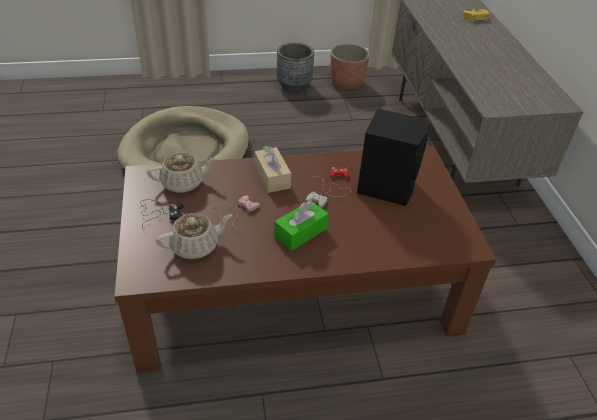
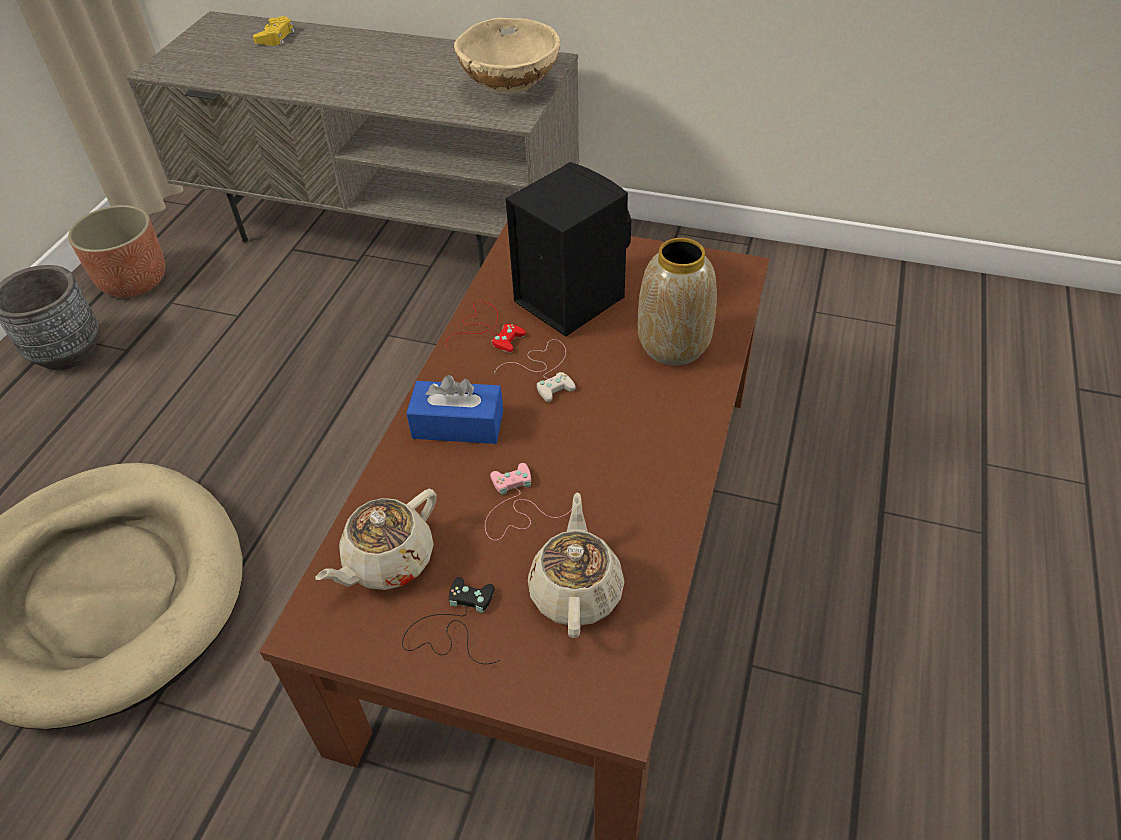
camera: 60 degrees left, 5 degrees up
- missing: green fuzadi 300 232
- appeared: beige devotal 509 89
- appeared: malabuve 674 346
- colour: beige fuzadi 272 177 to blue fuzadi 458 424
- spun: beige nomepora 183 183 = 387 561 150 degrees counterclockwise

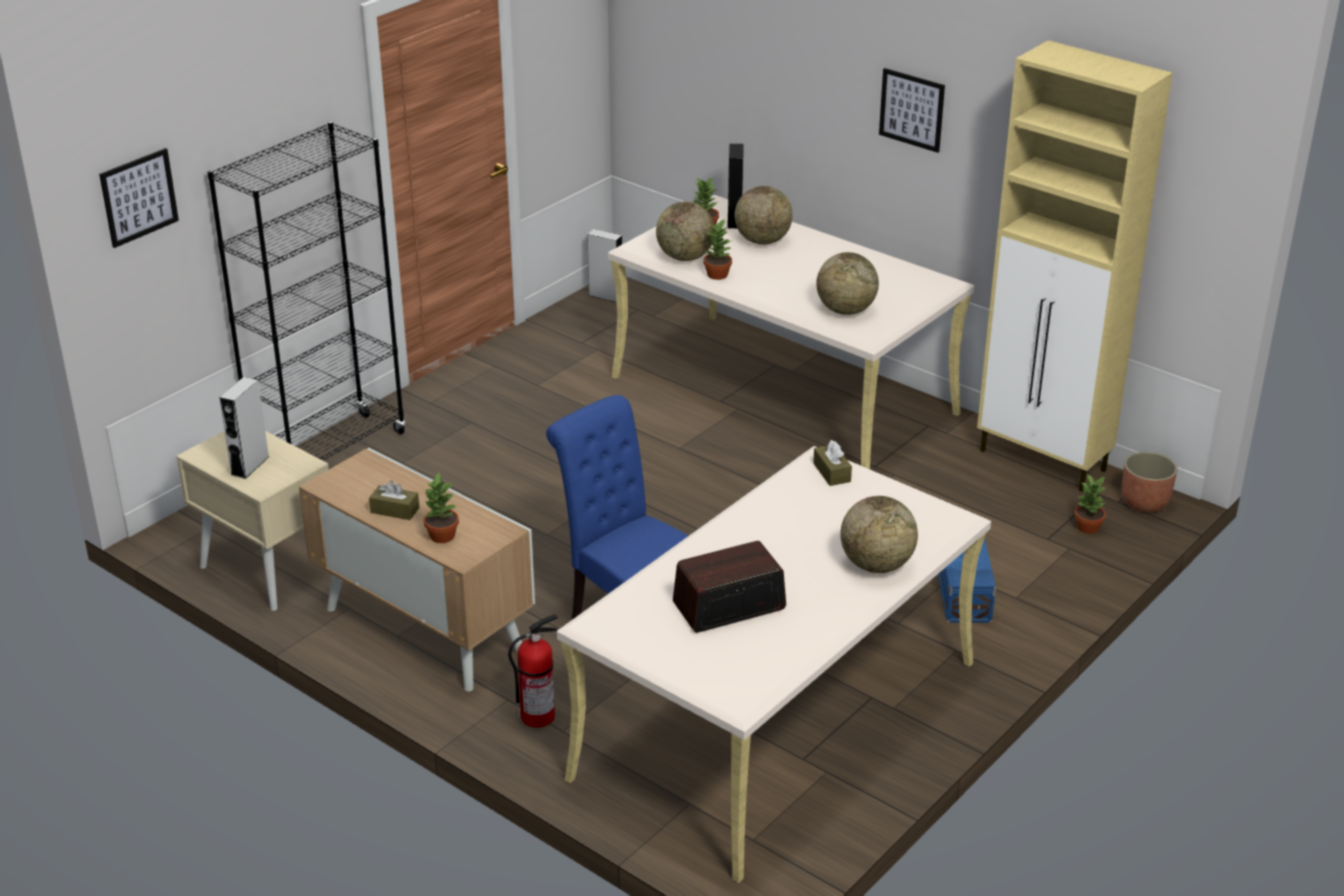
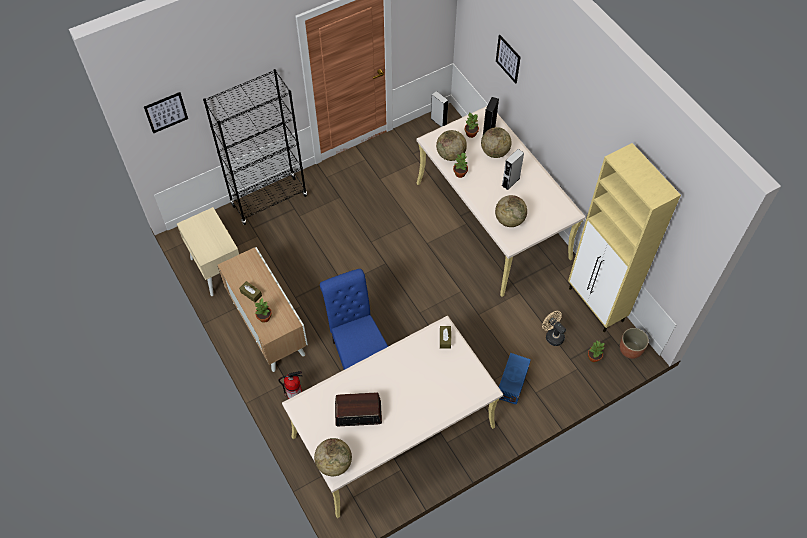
camera: 20 degrees right, 25 degrees up
- appeared: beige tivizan 552 335
- relocated: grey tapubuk 250 465 to 510 182
- relocated: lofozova 876 565 to 334 463
- relocated: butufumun 912 109 to 508 58

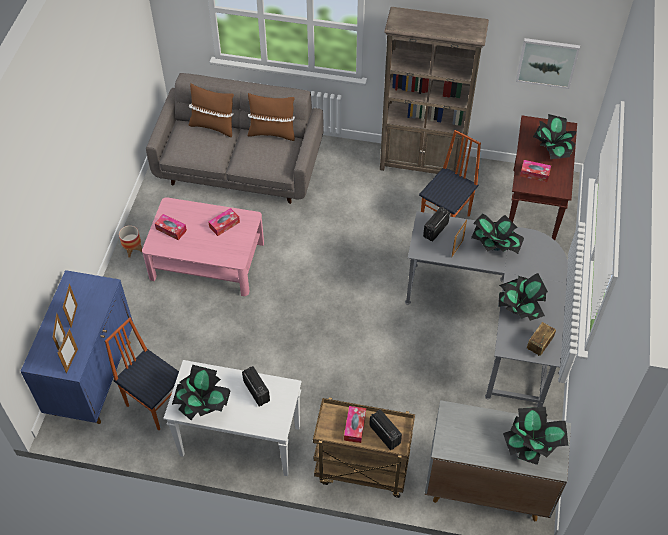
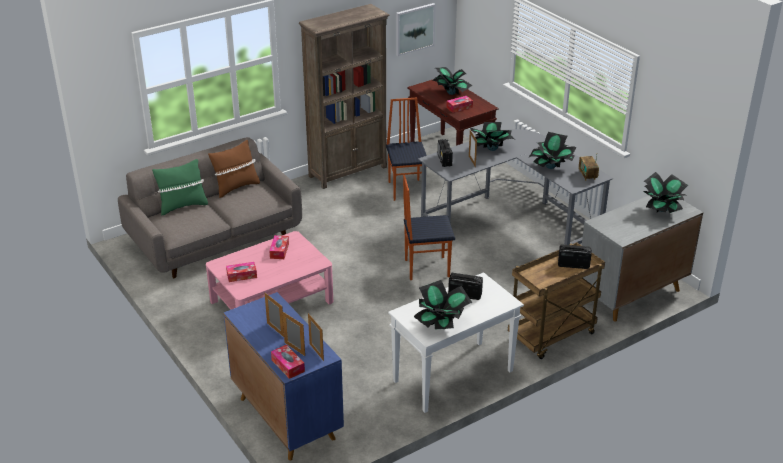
camera: 45 degrees left, 20 degrees down
- missing: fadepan 133 249
- relocated: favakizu 156 403 to 426 268
- relocated: fuzadi 355 426 to 288 366
- colour: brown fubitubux 213 126 to green fubitubux 182 206

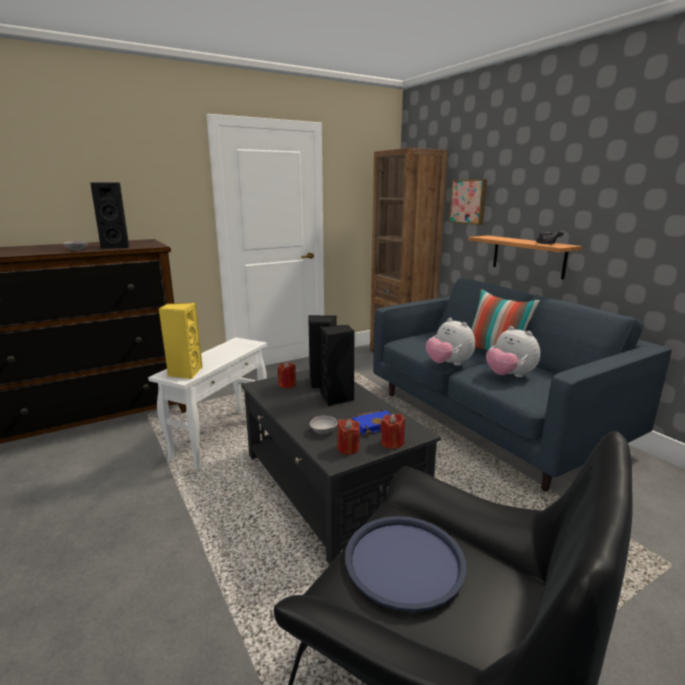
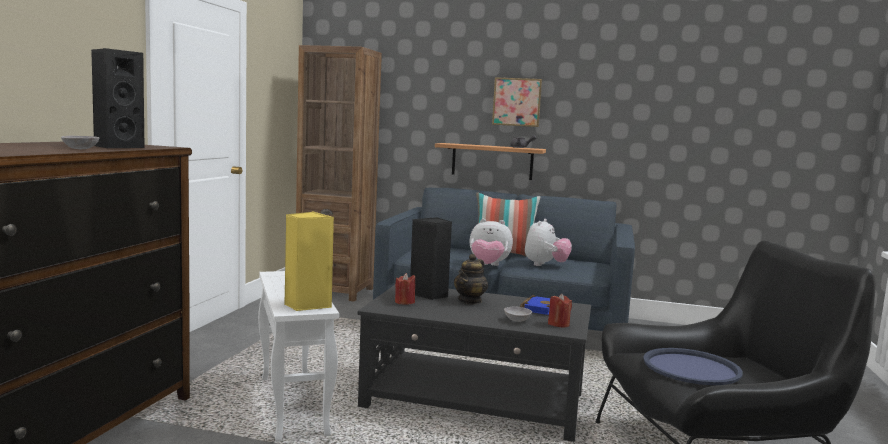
camera: 45 degrees left, 10 degrees down
- missing: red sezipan 392 443
- relocated: butufumun 469 201 to 517 102
- exchanged: black tapubuk 337 398 to nomepora 470 301
- spun: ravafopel 509 376 = 545 265 75 degrees counterclockwise

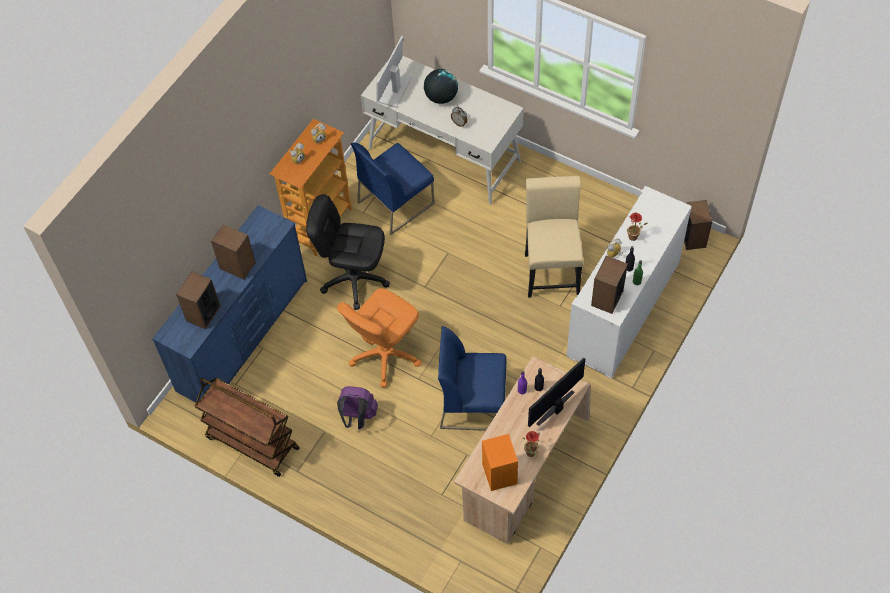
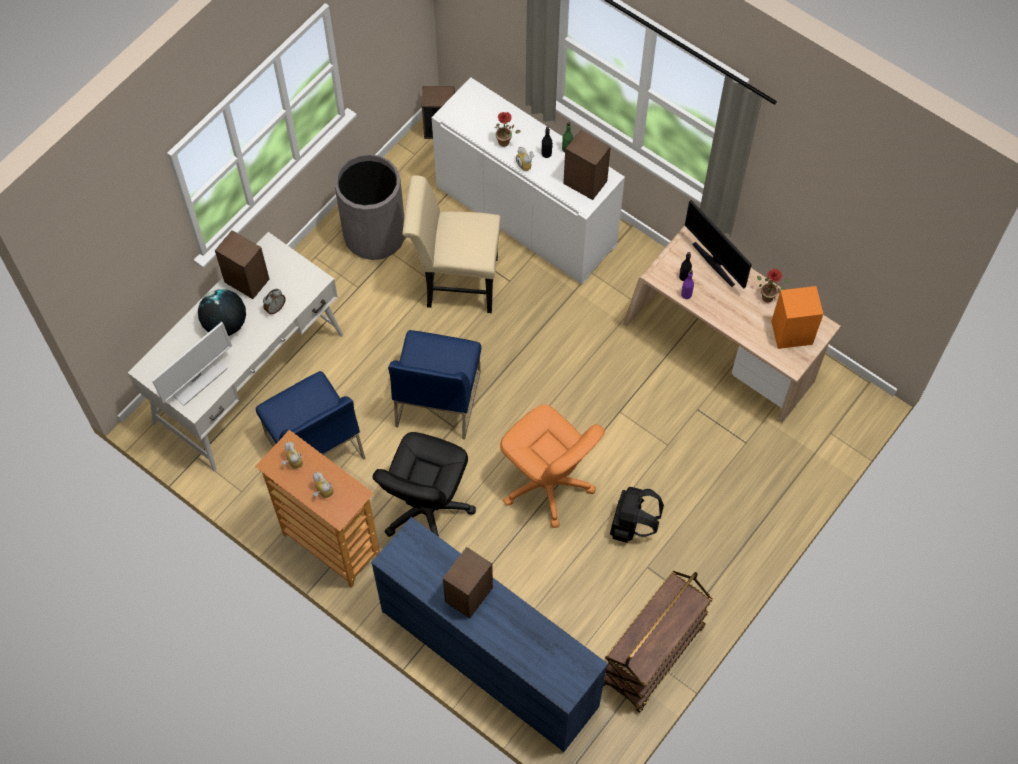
camera: 85 degrees left, 5 degrees up
- appeared: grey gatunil 375 235
- relocated: tapubuk 203 313 to 246 281
- relocated: blue favakizu 473 403 to 437 398
- colour: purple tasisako 357 417 to black tasisako 631 525
- spun: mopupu 395 89 = 196 379 75 degrees counterclockwise

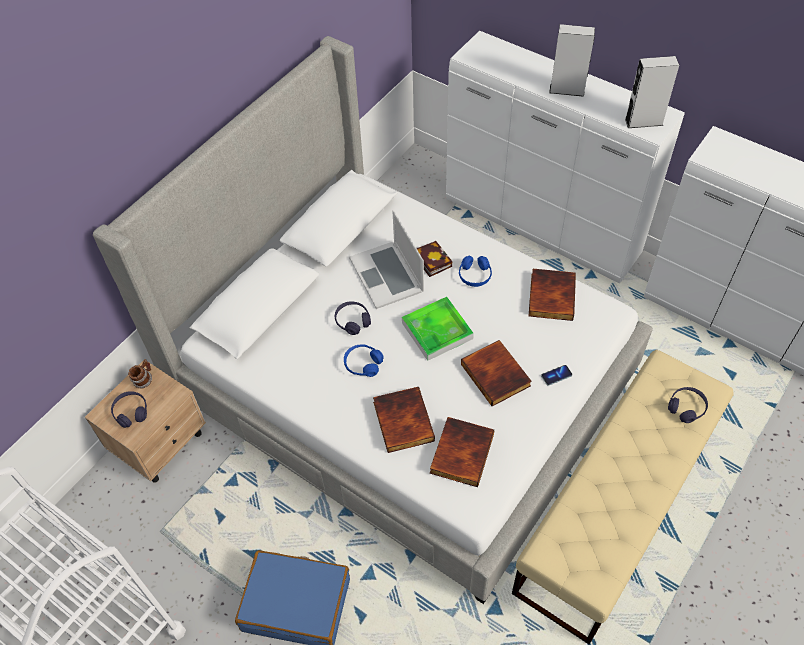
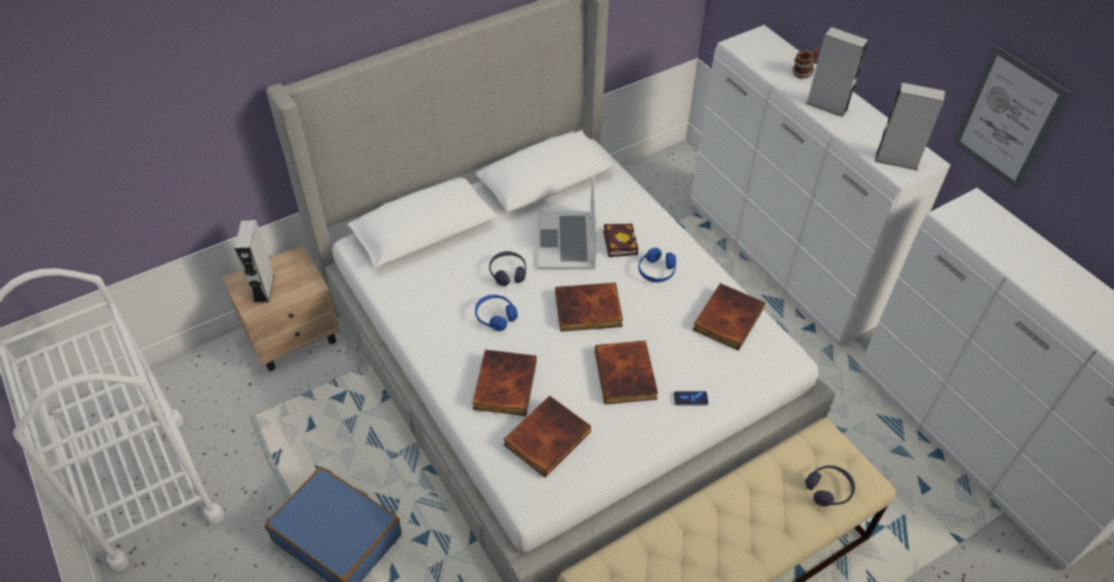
camera: 20 degrees right, 5 degrees down
- appeared: butufumun 1008 118
- relocated: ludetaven 144 380 to 803 73
- exchanged: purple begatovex 131 412 to grey tapubuk 264 288
- exchanged: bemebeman 437 331 to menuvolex 587 311

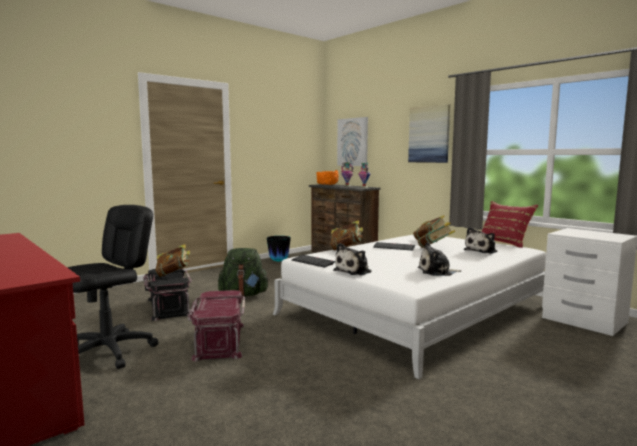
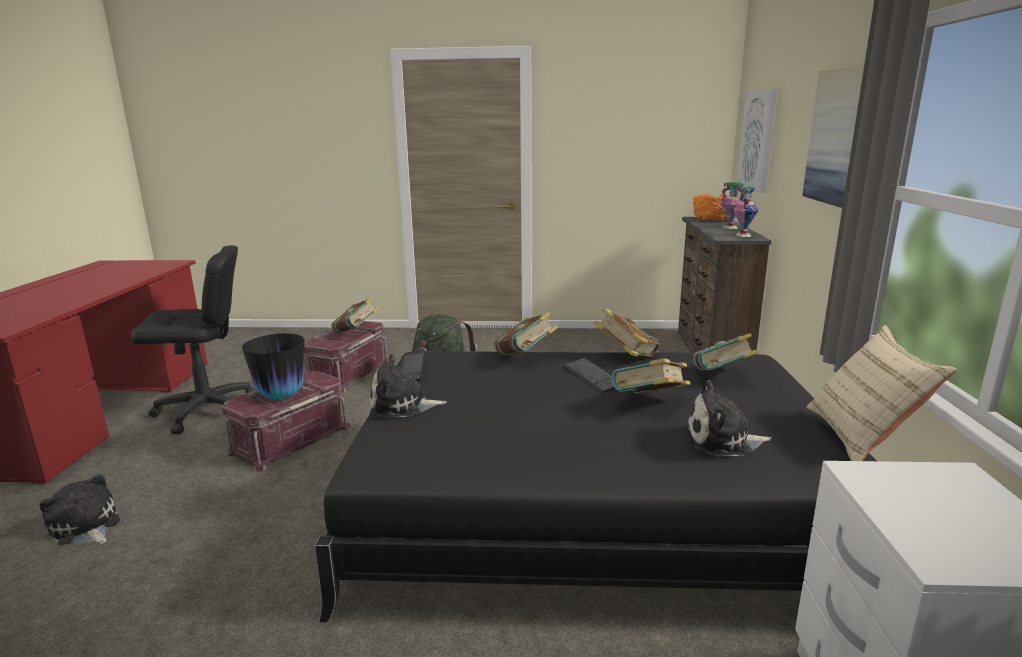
camera: 45 degrees right, 10 degrees up
- appeared: menuvolex 626 356
- relocated: malabuve 279 261 to 281 396
- relocated: ravafopel 437 272 to 85 527
- colour: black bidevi 168 307 to red bidevi 347 372
- colour: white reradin 416 309 to black reradin 591 503
- colour: red fubitubux 504 242 to beige fubitubux 862 437

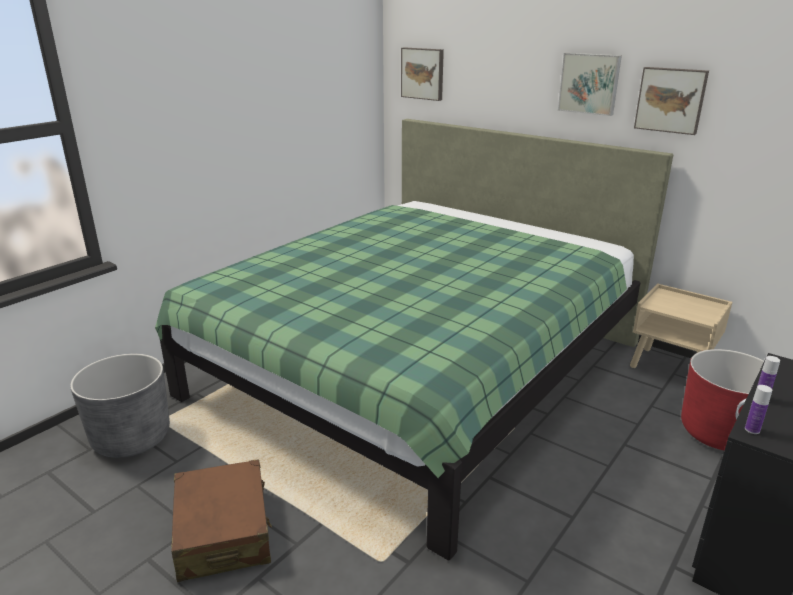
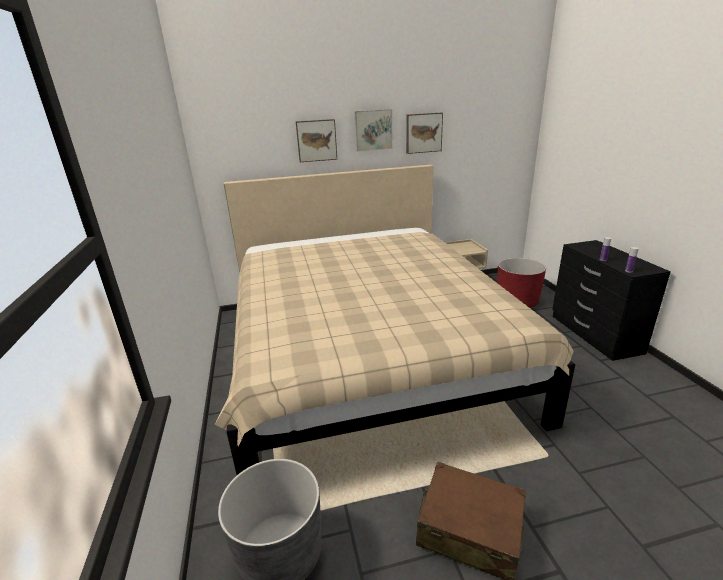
camera: 50 degrees left, 0 degrees up
- relocated: butufumun 423 73 to 316 140
- colour: green reradin 417 368 to beige reradin 366 355

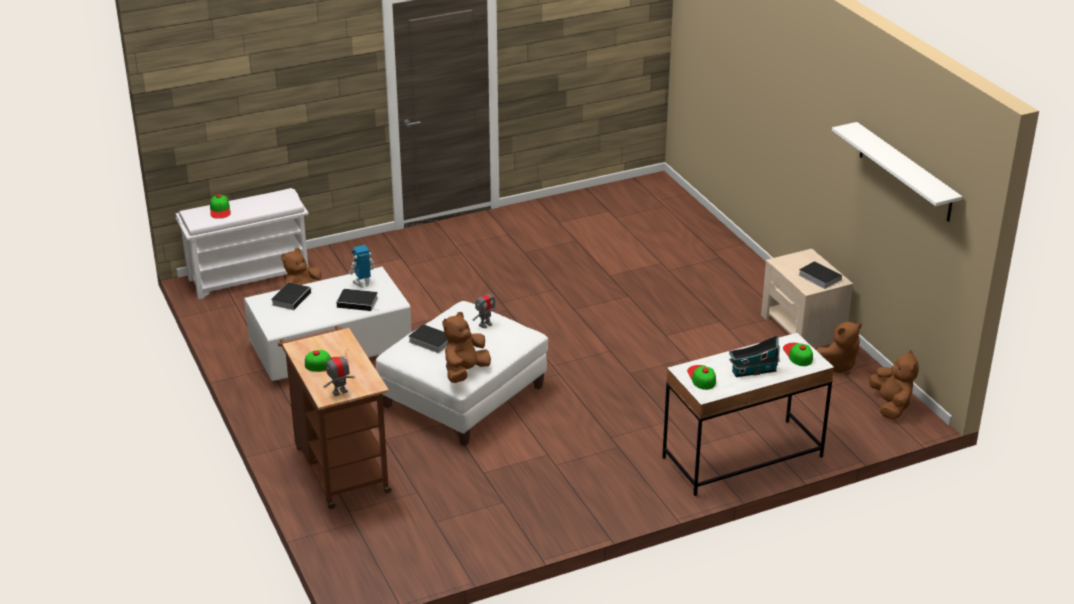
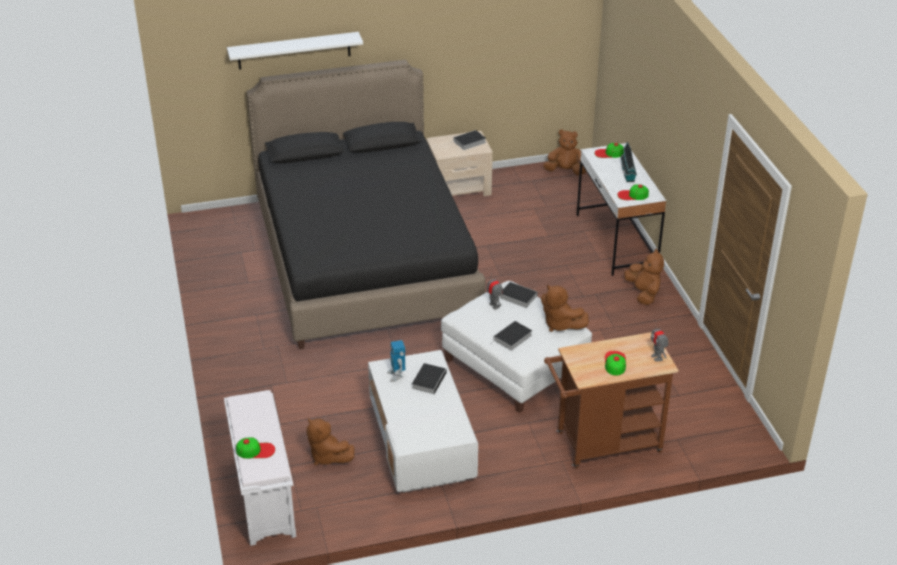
camera: 80 degrees left, 5 degrees up
- appeared: black reradin 364 259
- relocated: menuvolex 291 298 to 517 296
- relocated: brown ravafopel 836 366 to 643 293
- relocated: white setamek 905 172 to 294 50

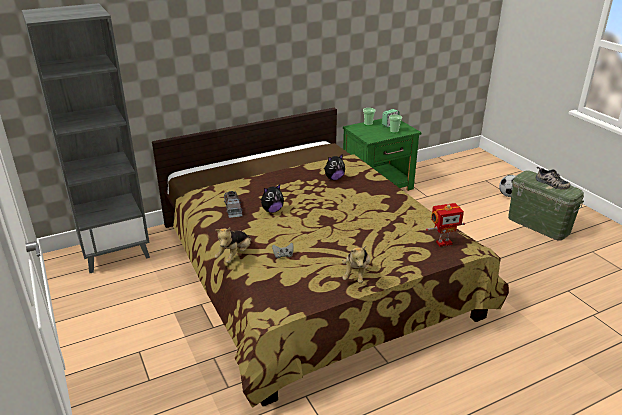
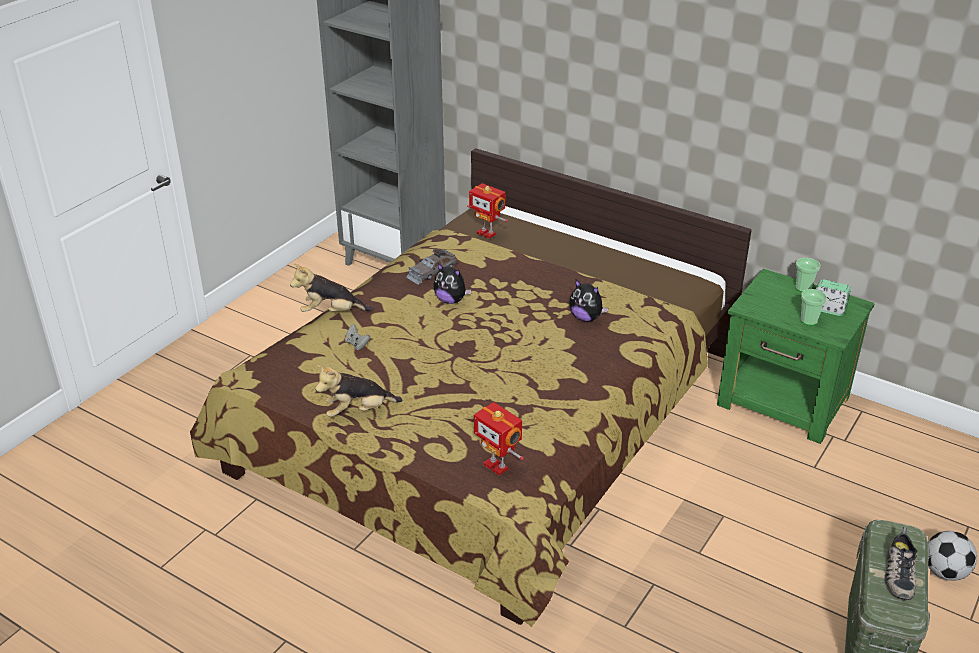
camera: 60 degrees right, 5 degrees up
- appeared: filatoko 487 233

